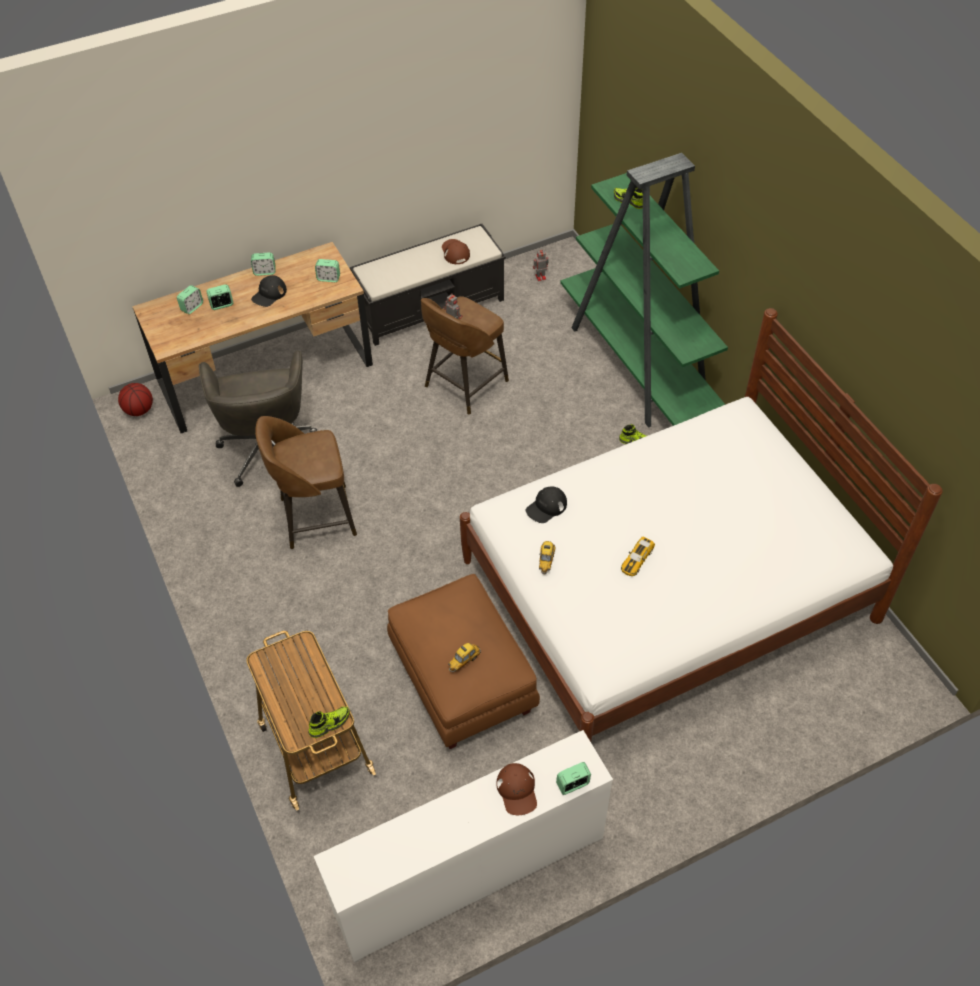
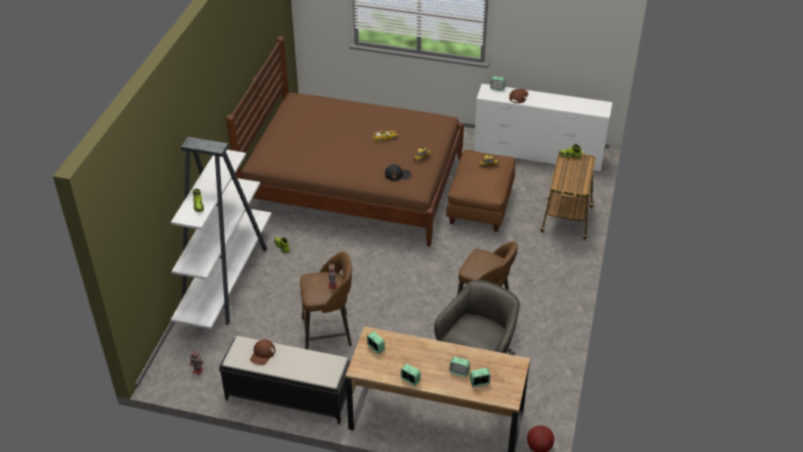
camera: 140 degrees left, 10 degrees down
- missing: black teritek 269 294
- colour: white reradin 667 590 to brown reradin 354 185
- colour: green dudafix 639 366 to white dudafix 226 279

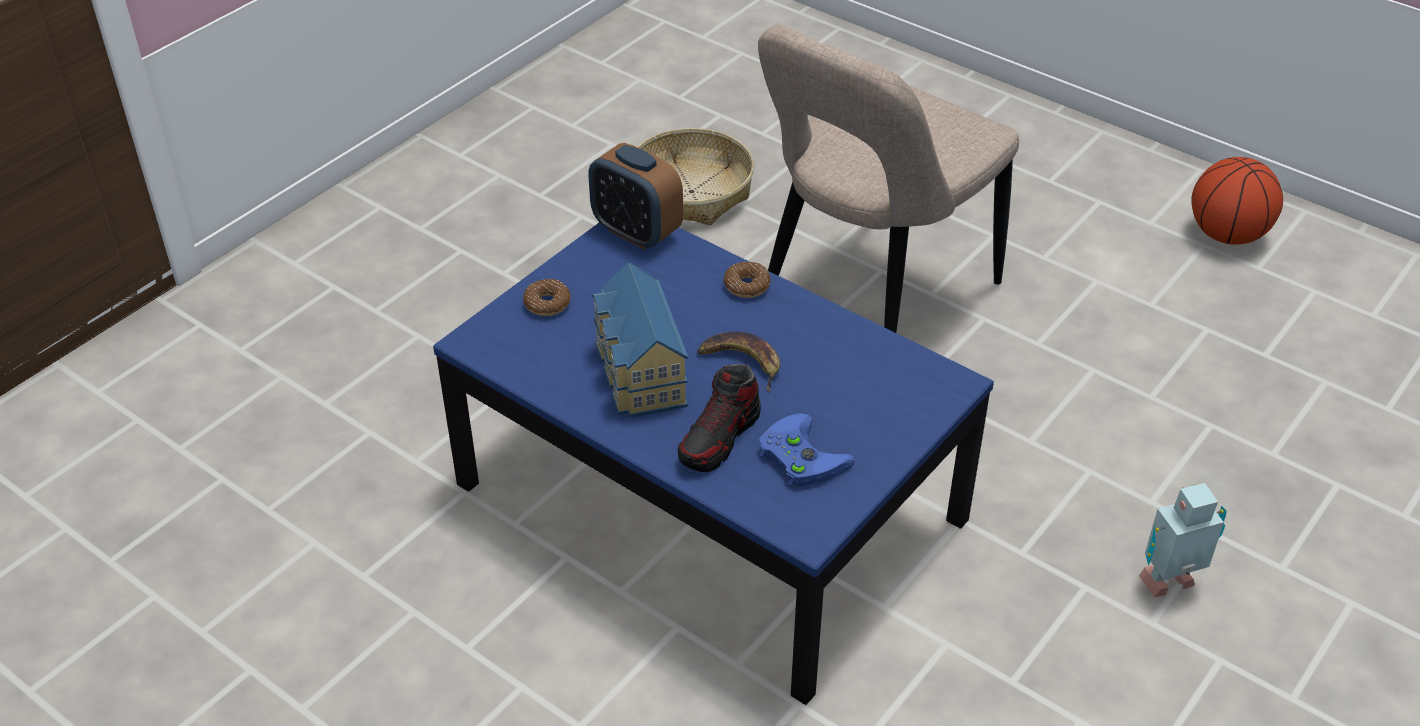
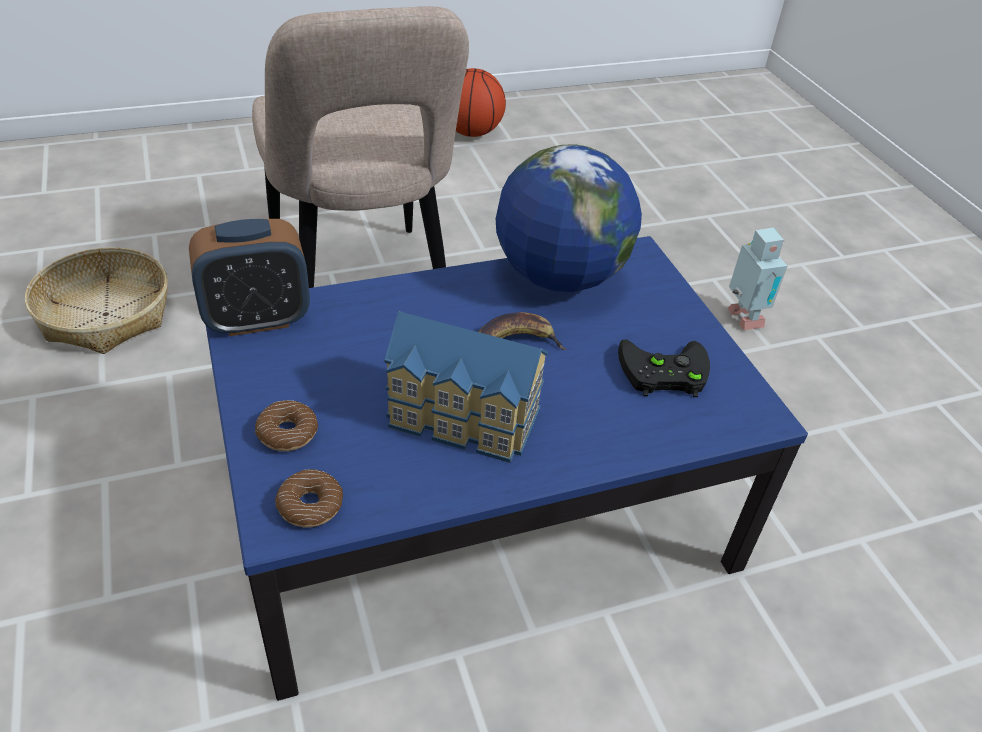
camera: 60 degrees left, 0 degrees up
- missing: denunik 719 438
- appeared: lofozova 559 277
- relocated: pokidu 746 286 to 310 505
- colour: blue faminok 798 456 to black faminok 661 373
- spun: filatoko 1170 584 = 742 320 150 degrees clockwise

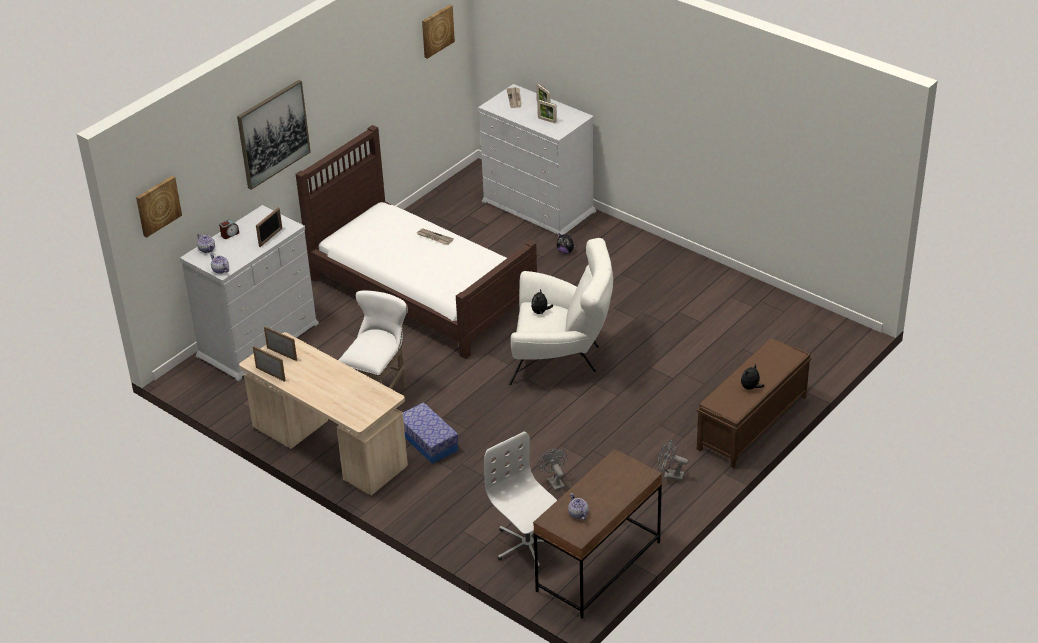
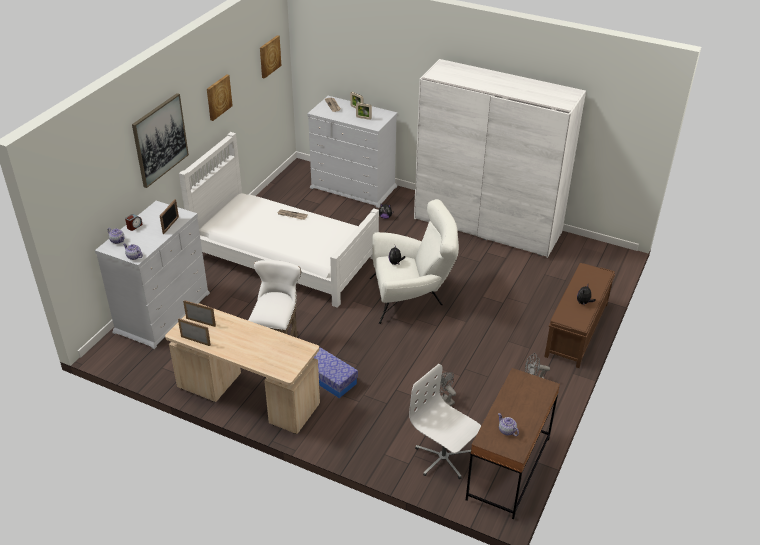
camera: 15 degrees left, 0 degrees up
- appeared: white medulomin 487 226
- relocated: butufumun 157 205 to 218 97
- colour: brown reradin 421 290 to white reradin 284 257

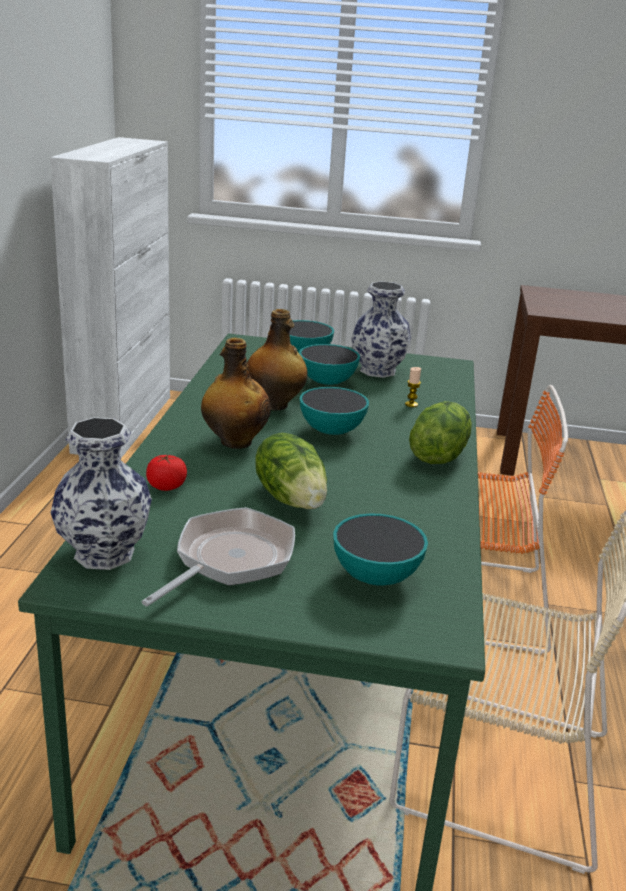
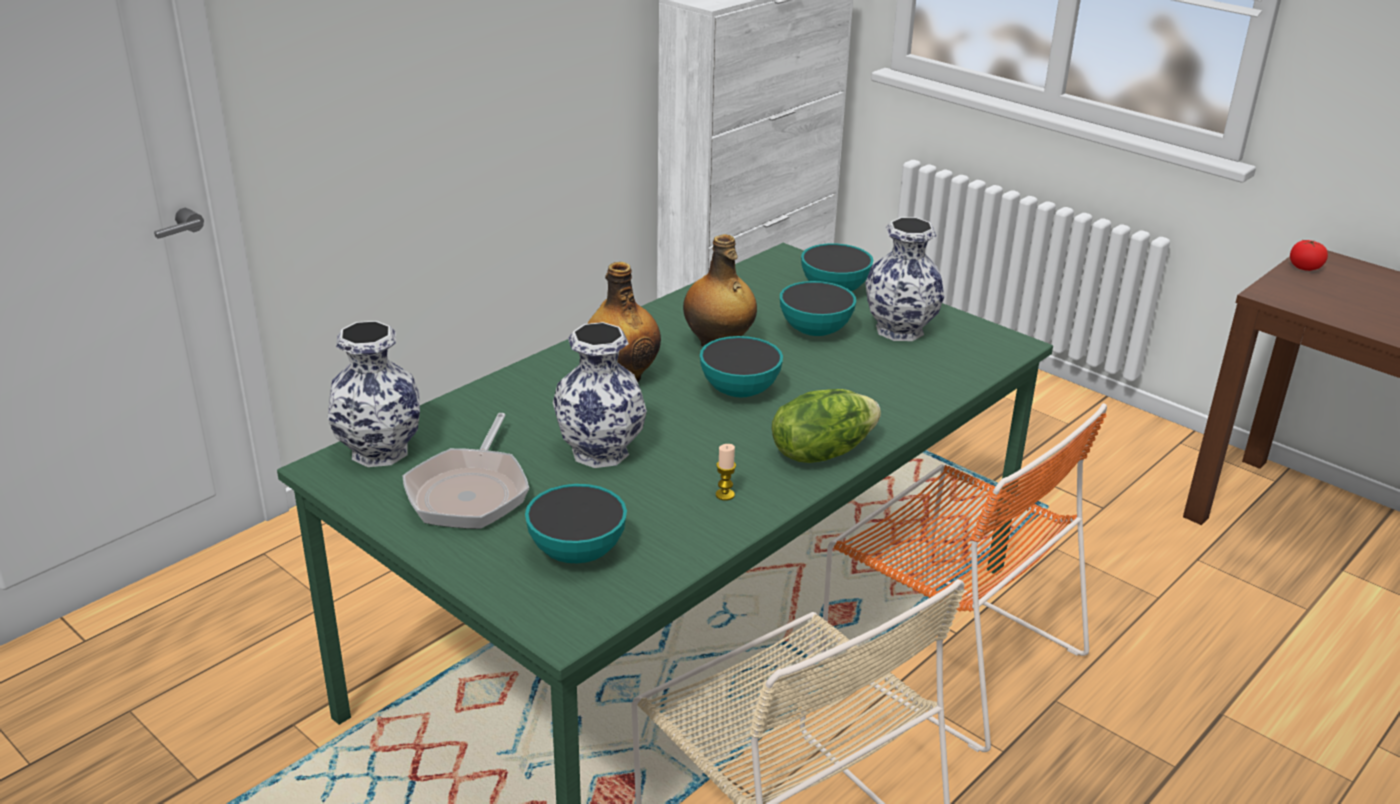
camera: 35 degrees right, 5 degrees up
- relocated: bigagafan 166 486 to 1305 268
- relocated: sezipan 411 404 to 725 495
- exchanged: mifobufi 292 498 to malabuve 602 451
- spun: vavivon 229 560 = 470 491 120 degrees clockwise

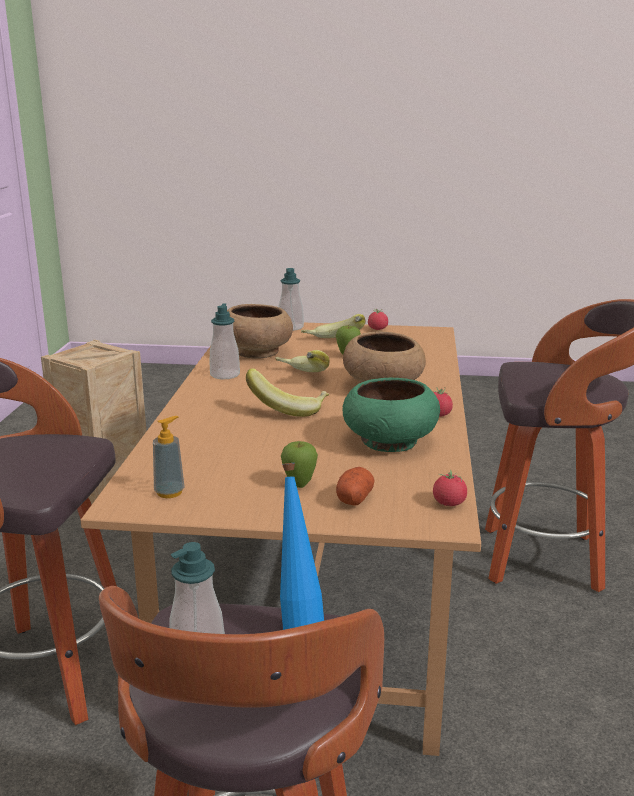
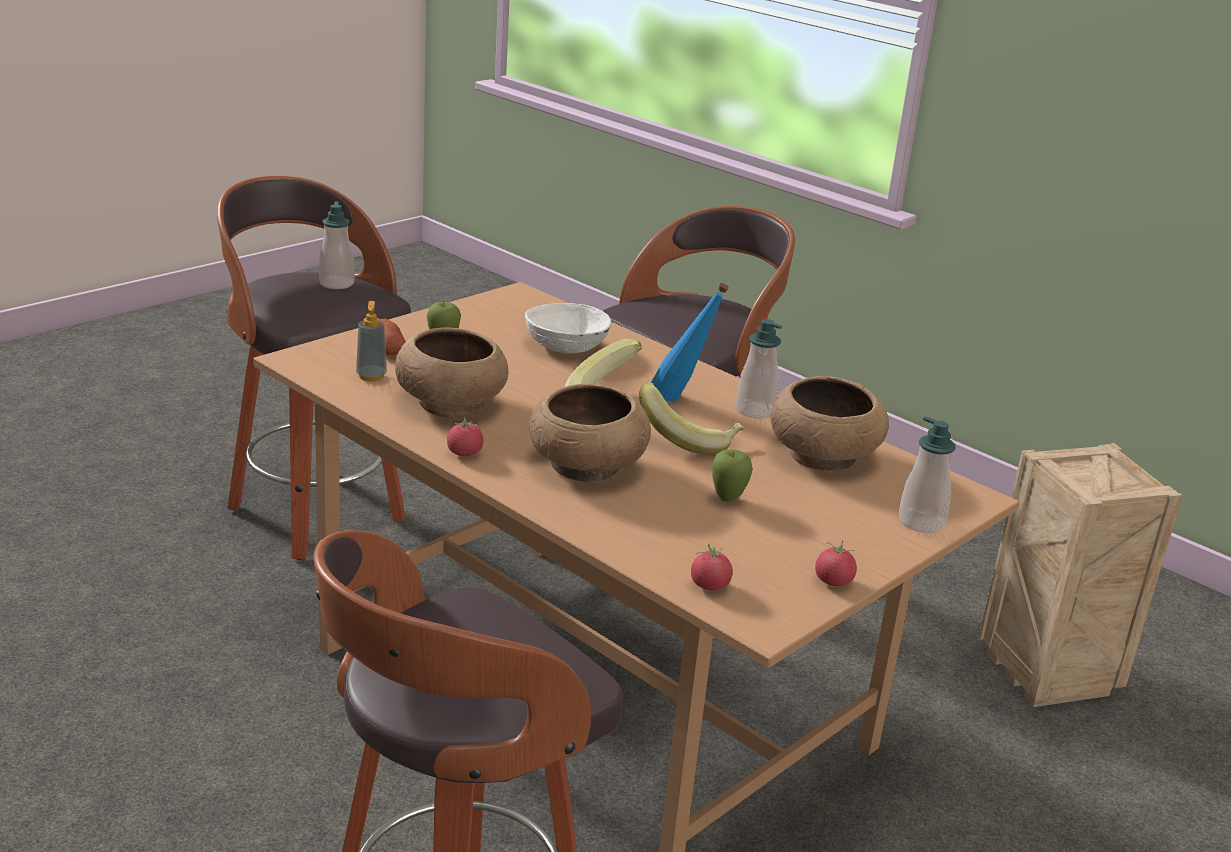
camera: 125 degrees right, 5 degrees up
- missing: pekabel 332 343
- appeared: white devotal 566 347
- relocated: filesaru 169 492 to 371 376
- relocated: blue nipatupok 298 627 to 681 401
- relocated: bigagafan 449 503 to 709 586
- colour: green devotal 388 441 to brown devotal 452 404

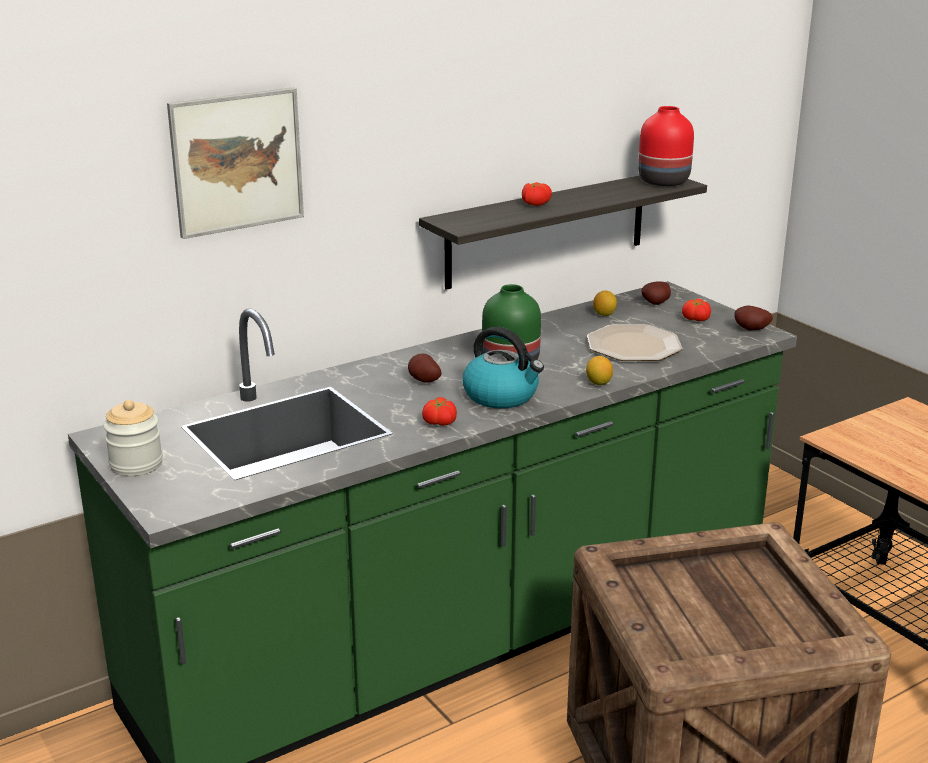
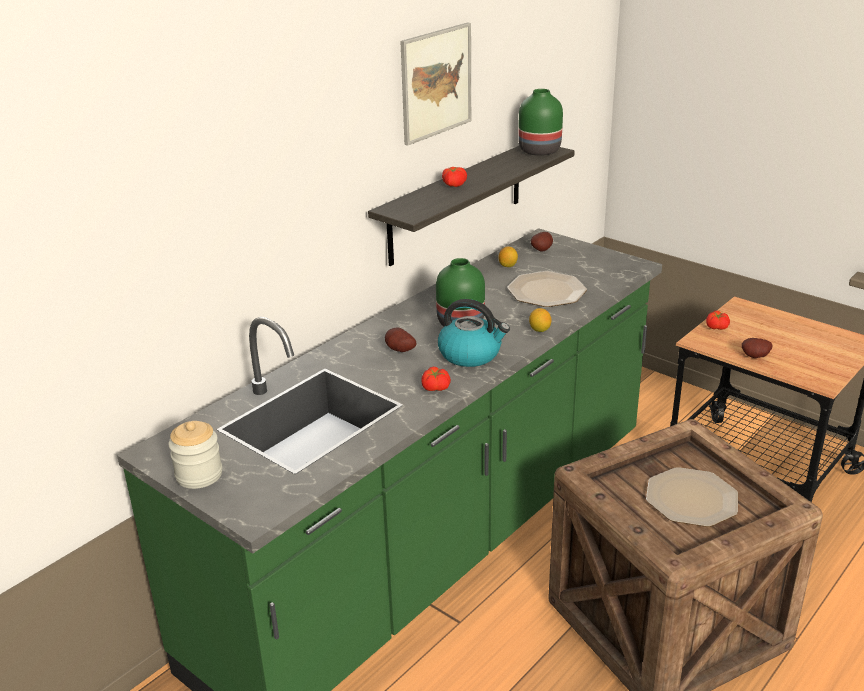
camera: 15 degrees left, 5 degrees up
- appeared: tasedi 691 498
- relocated: butufumun 237 162 to 436 83
- relocated: bigagafan 695 319 to 716 327
- relocated: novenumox 751 330 to 755 357
- colour: red malabuve 662 181 to green malabuve 538 150

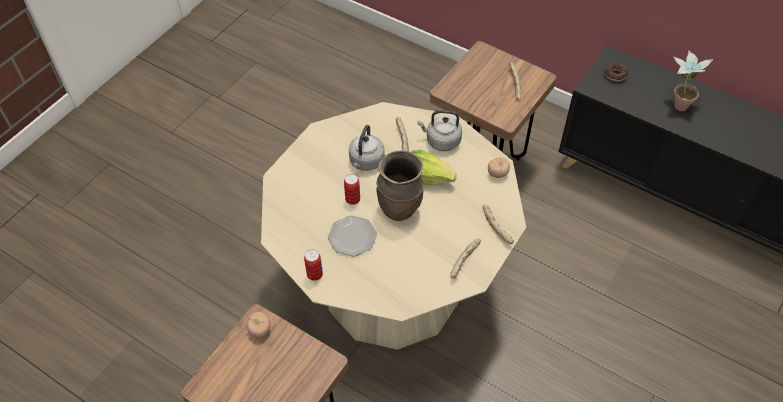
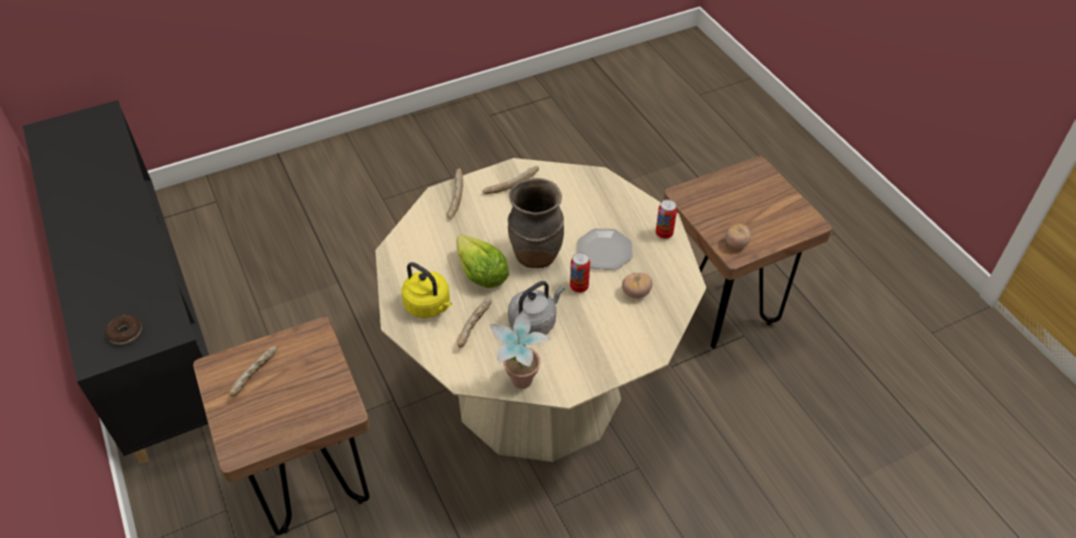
camera: 150 degrees left, 5 degrees down
- relocated: bigagafan 497 173 to 636 293
- relocated: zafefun 678 102 to 519 387
- colour: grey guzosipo 441 141 to yellow guzosipo 429 306

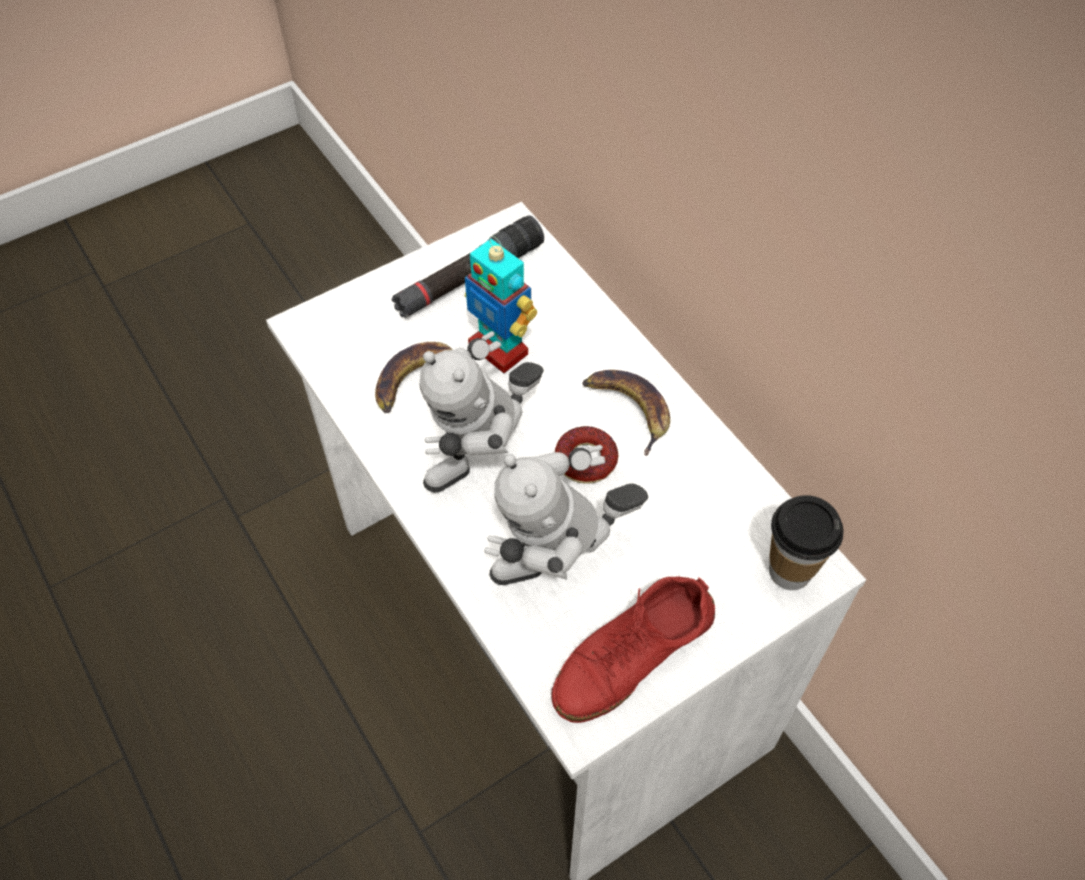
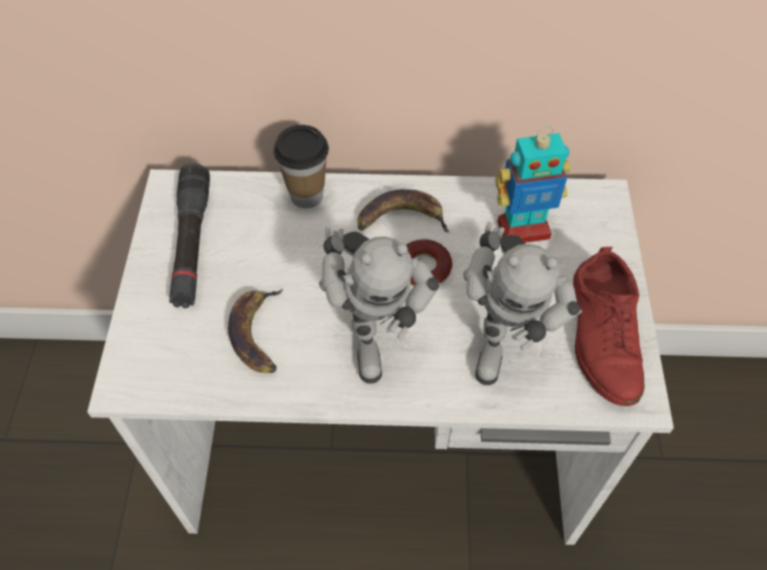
camera: 55 degrees left, 0 degrees up
- relocated: filatoko 499 349 to 522 229
- relocated: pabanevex 789 571 to 306 196

